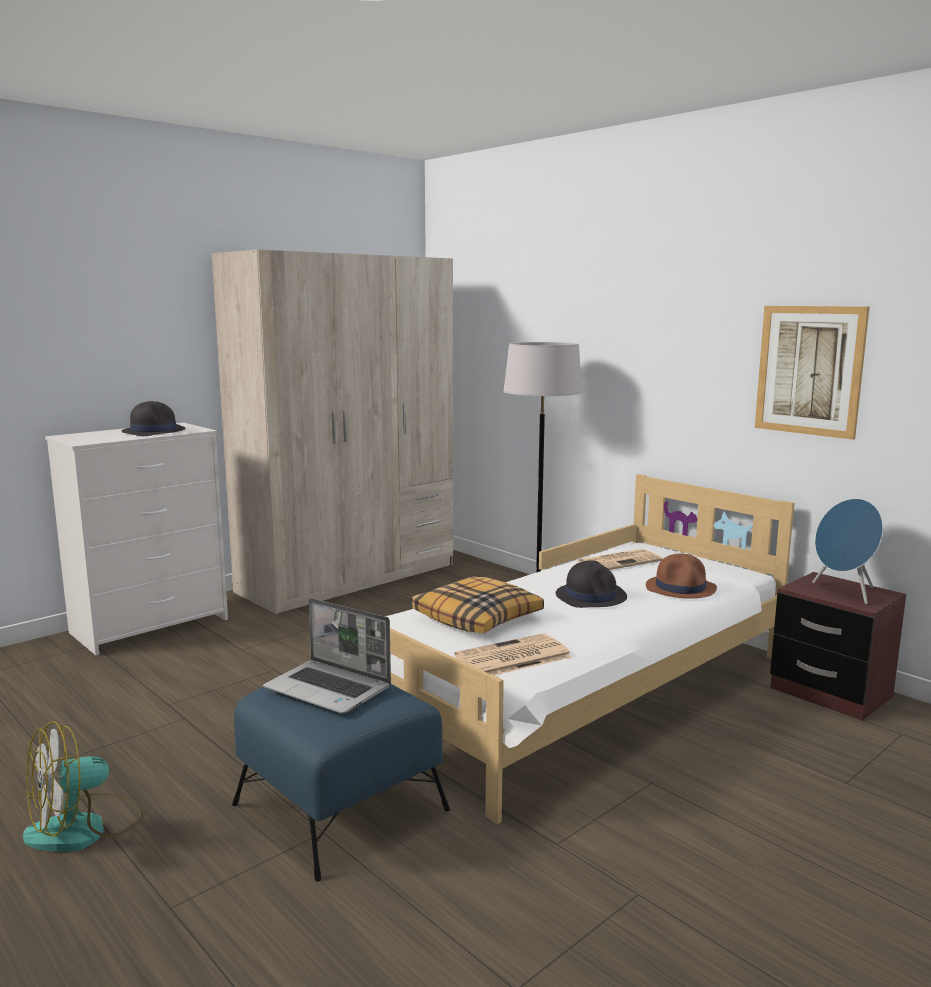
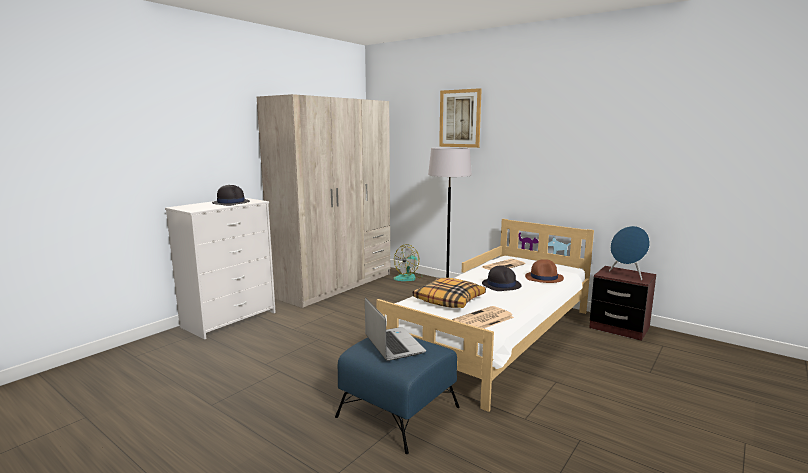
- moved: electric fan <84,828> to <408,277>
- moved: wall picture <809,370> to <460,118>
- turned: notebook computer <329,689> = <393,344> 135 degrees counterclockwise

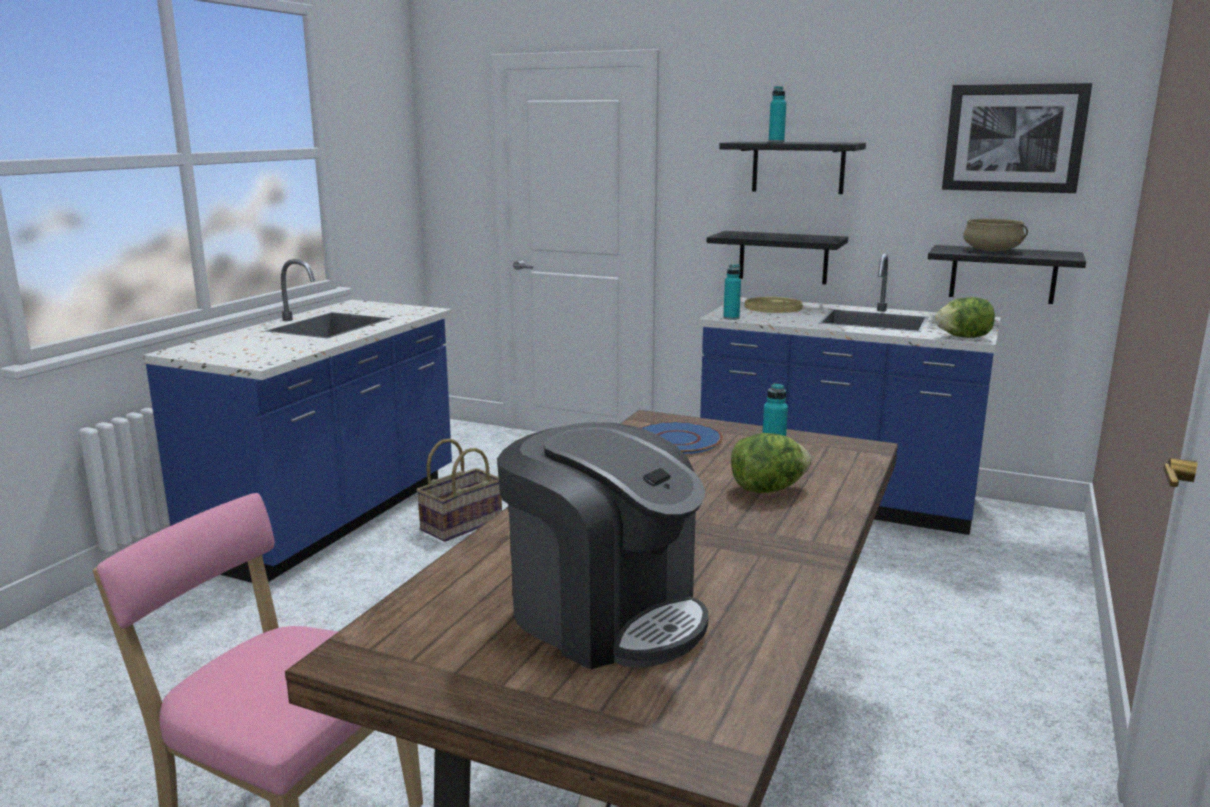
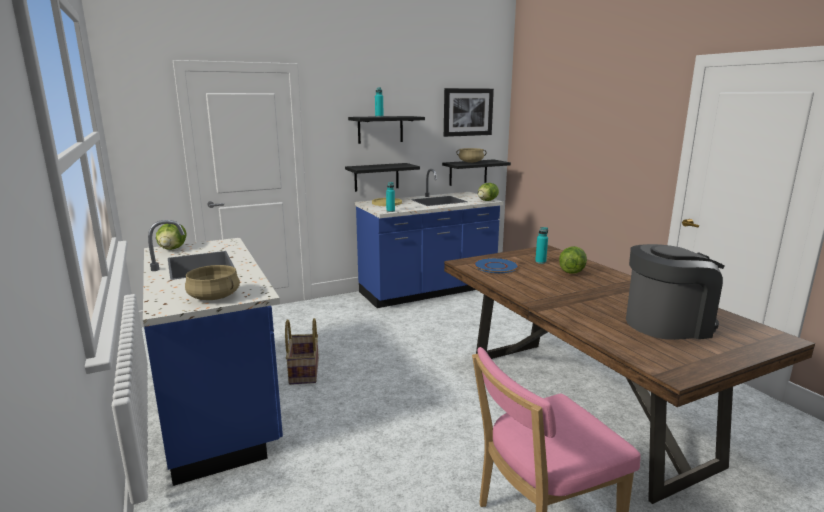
- added: head of lettuce <172,249>
- added: saucepot (beige-coloured) <214,297>

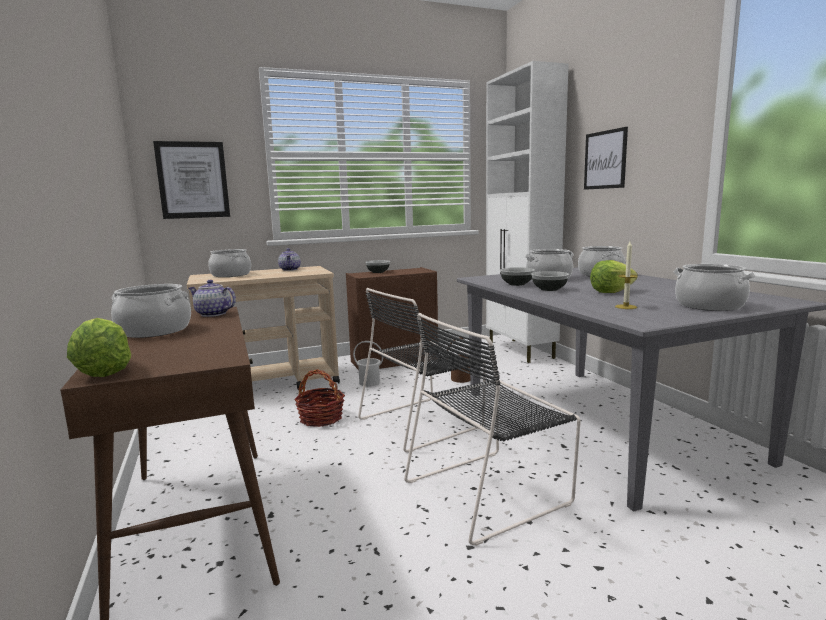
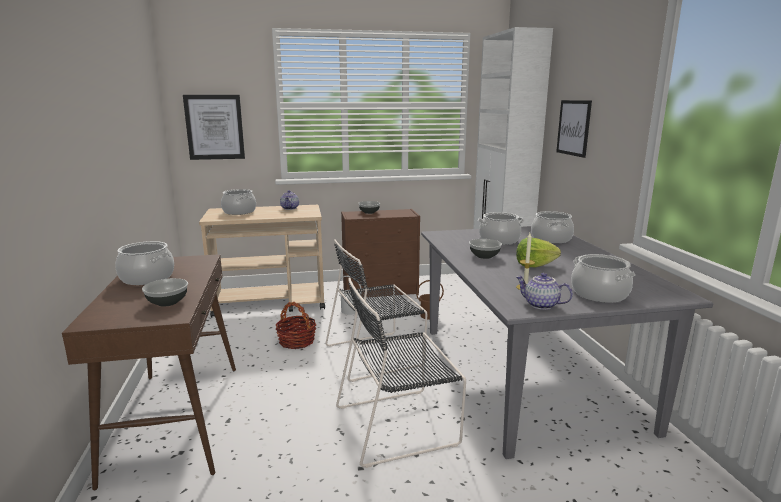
- removed: head of lettuce <104,371>
- moved: tea pot <212,314> to <540,305>
- moved: bowl <516,284> to <167,302>

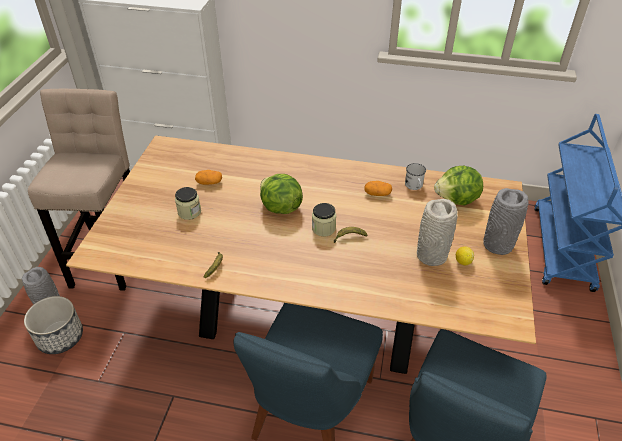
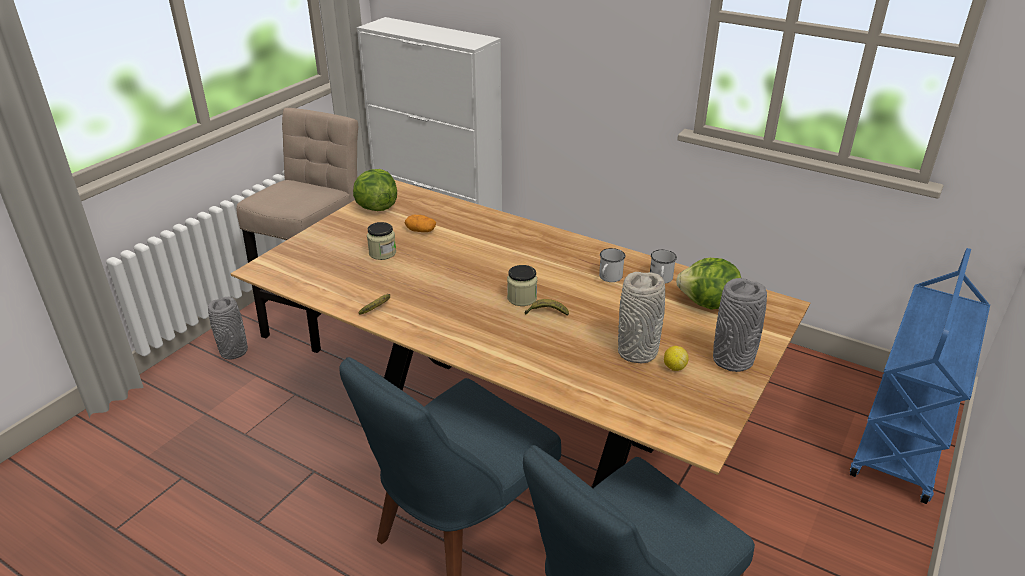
- removed: flower pot <60,337>
- moved: head of lettuce <280,207> to <376,207>
- replaced: spud <377,194> to coffee mug (white-coloured) <609,278>

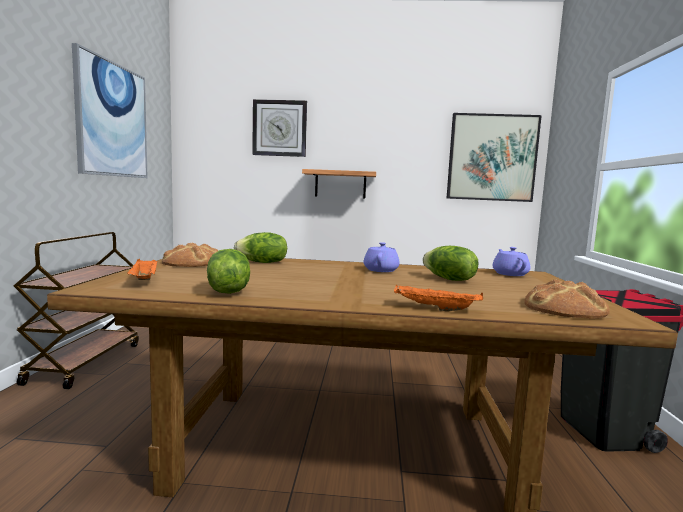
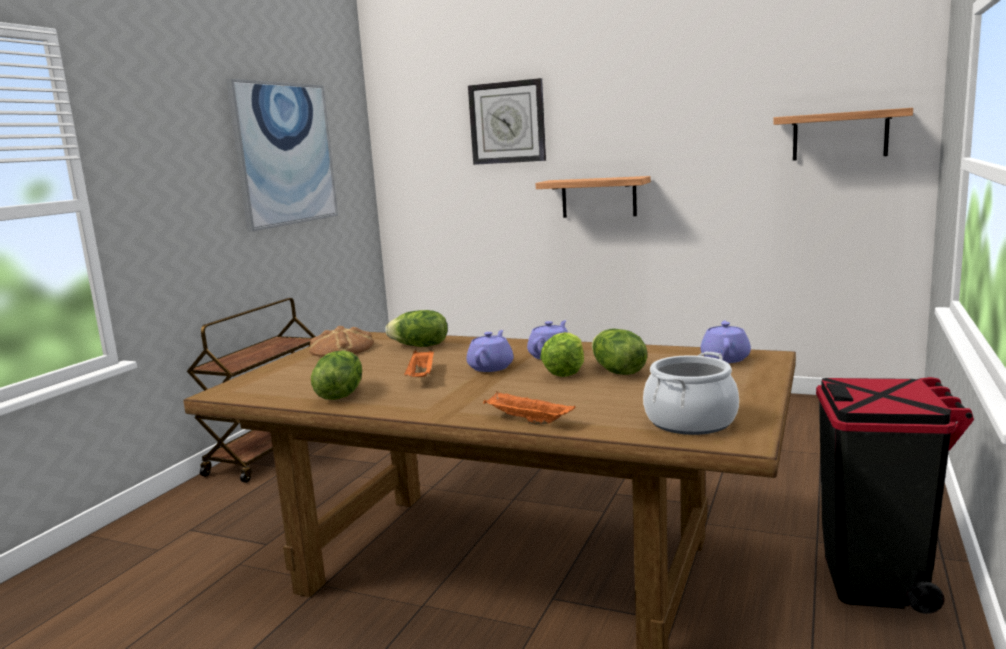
- added: tea pot (purple-coloured) <491,367>
- added: head of lettuce <565,372>
- moved: tray (orangey) <145,280> to <422,377>
- replaced: wall picture <492,158> to bracket shelf <840,135>
- replaced: bakery bread <565,308> to saucepot <691,421>

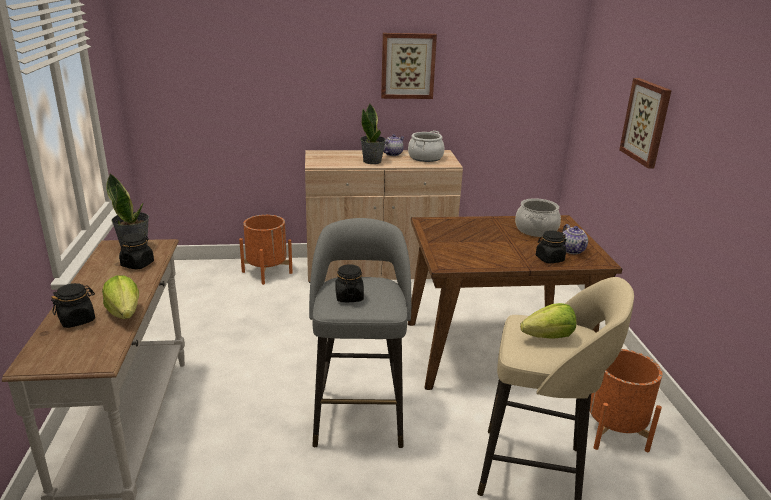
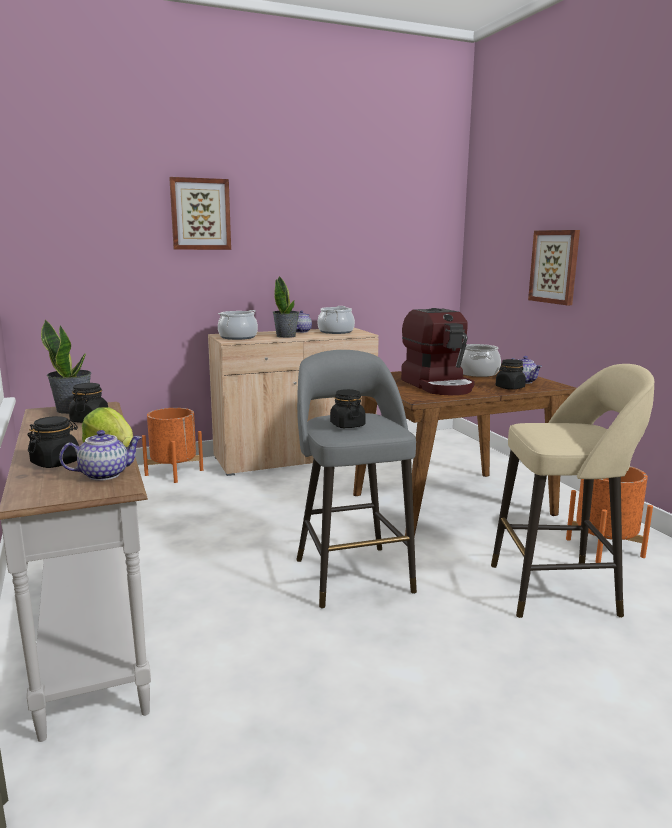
- removed: head of lettuce <548,337>
- added: tea pot <104,474>
- added: saucepot <238,337>
- added: coffee machine <438,385>
- moved: wall picture <408,66> to <200,214>

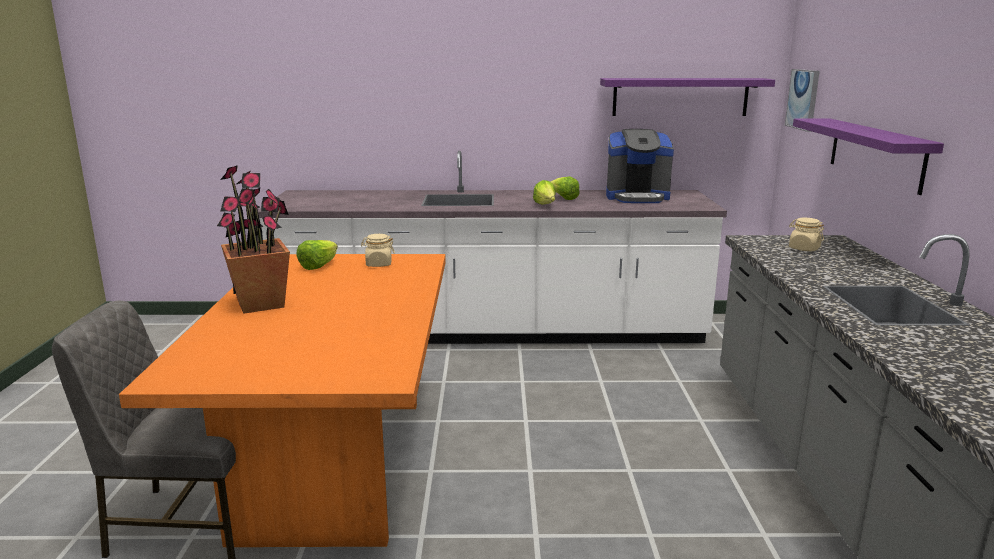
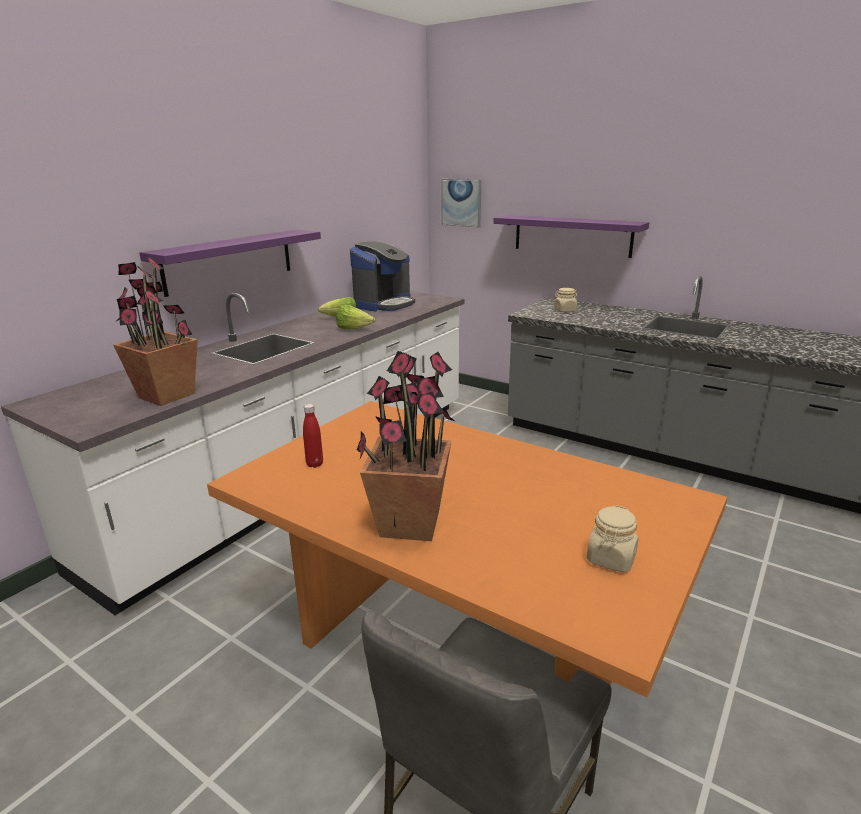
- added: plant in a pot <166,396>
- moved: storage jar (beige-coloured) <378,264> to <611,559>
- moved: bracket shelf (purple-coloured) <680,97> to <230,261>
- replaced: head of lettuce <318,266> to beverage bottle (red-coloured) <314,464>

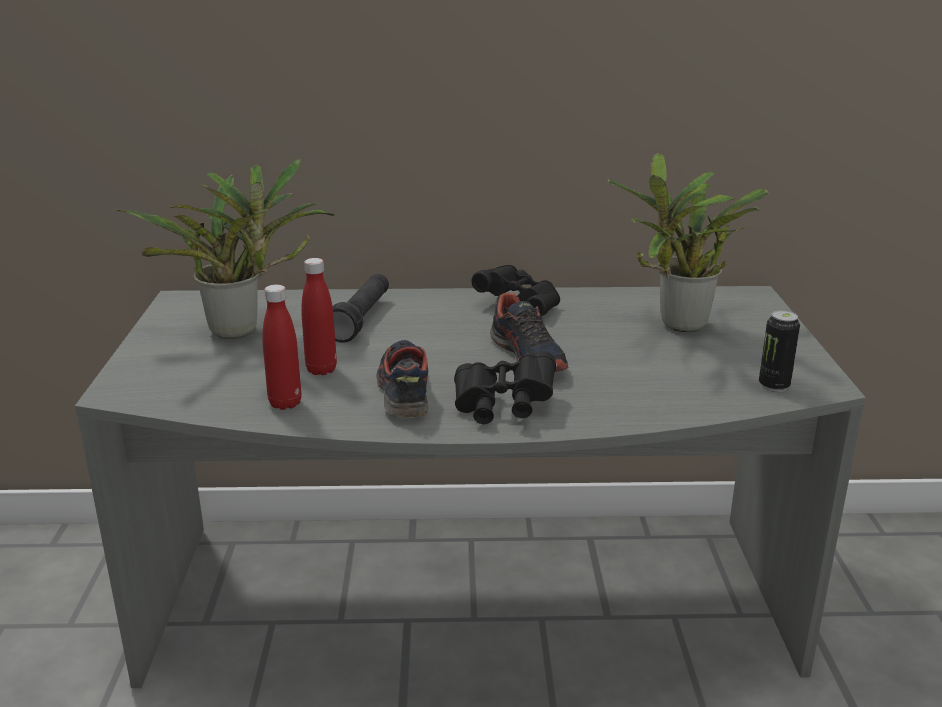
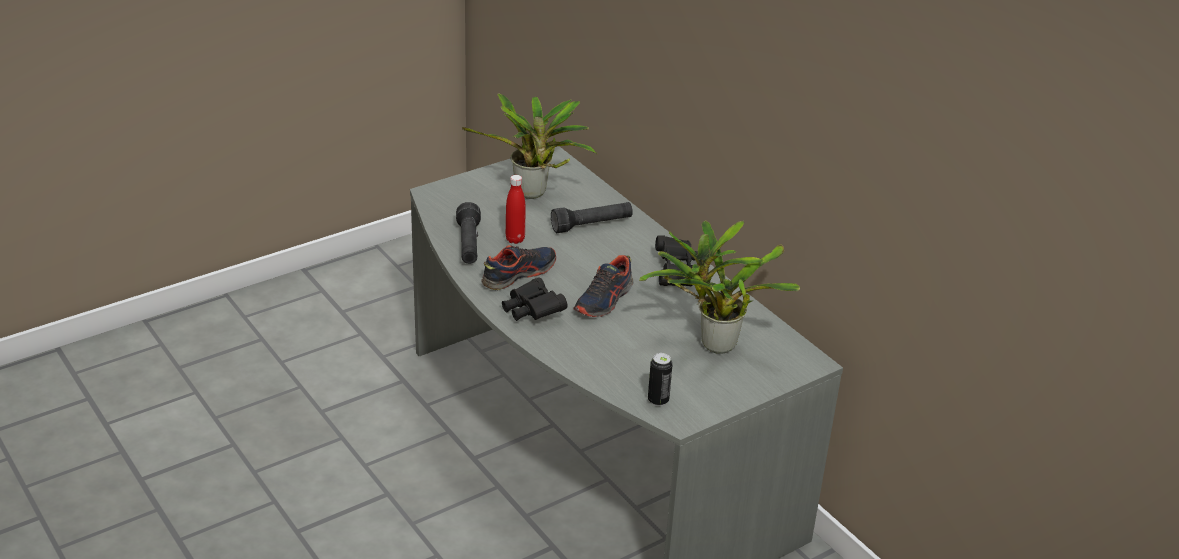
- replaced: beverage bottle (red-coloured) <285,403> to flashlight (black-coloured) <468,244>

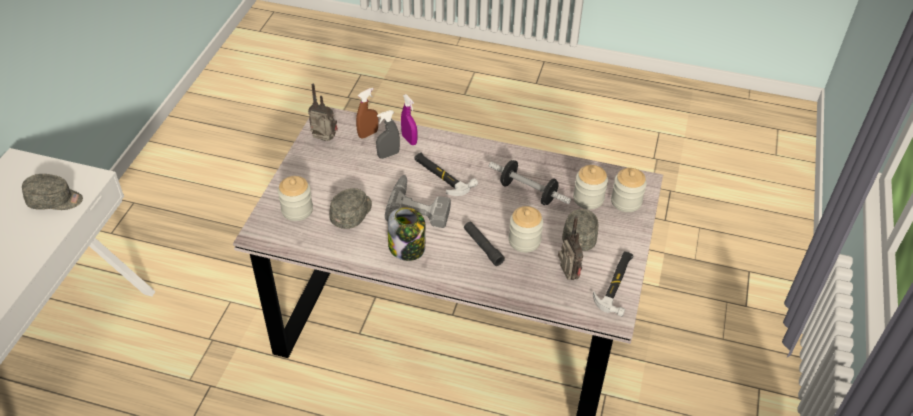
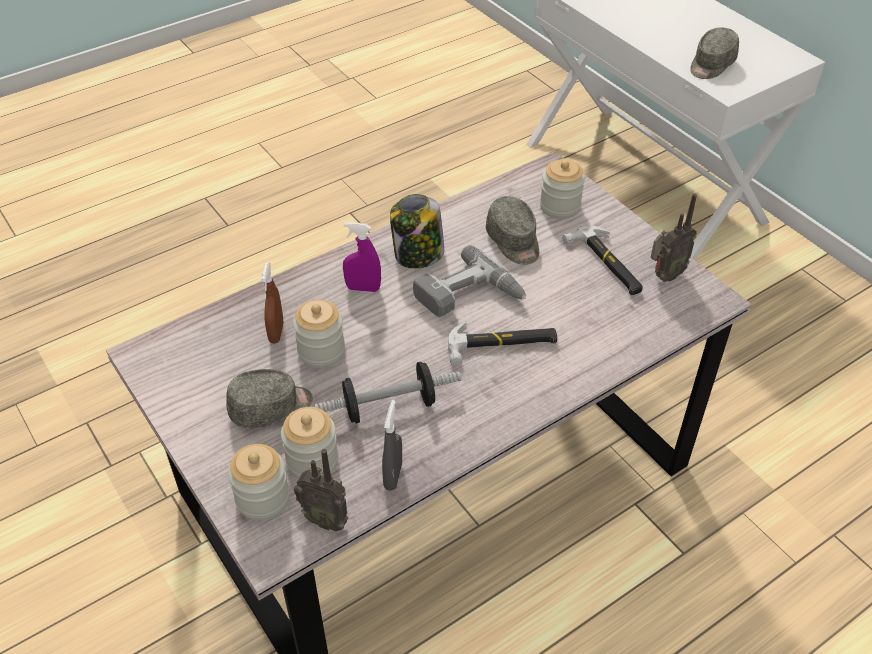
- removed: flashlight (black-coloured) <483,247>
- moved: spray bottle (brown) <368,134> to <276,332>
- moved: spray bottle (gray) <388,155> to <393,476>
- moved: spray bottle (purple-coloured) <409,140> to <363,288>
- moved: radio set <567,276> to <326,519>
- moved: hammer <617,284> to <606,264>
- turned: cap (gray) <580,234> = <271,407> 75 degrees counterclockwise

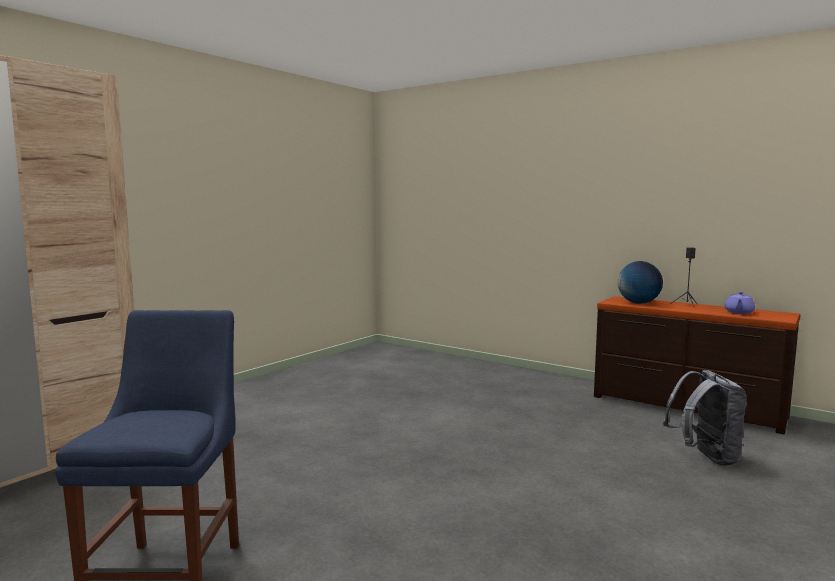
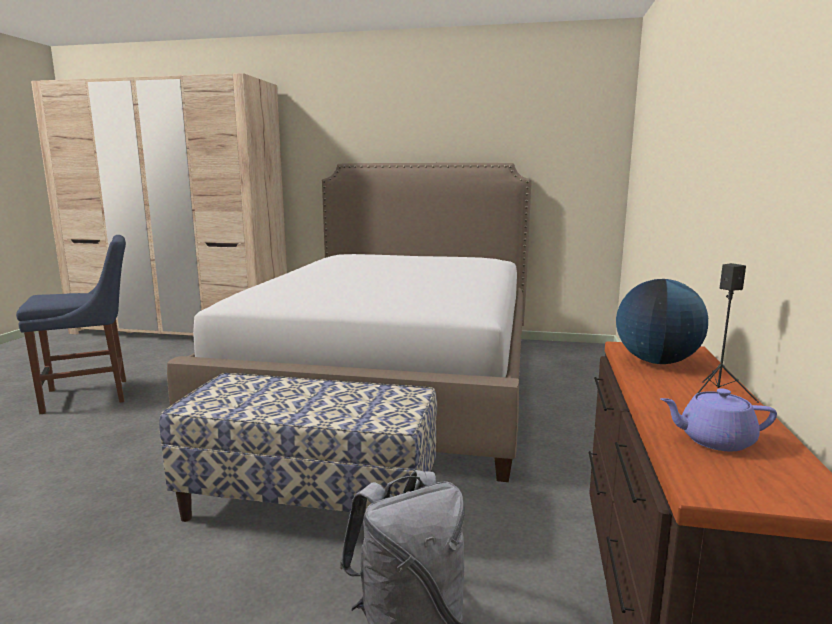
- added: long seat <311,504>
- added: bedroom bed <393,381>

